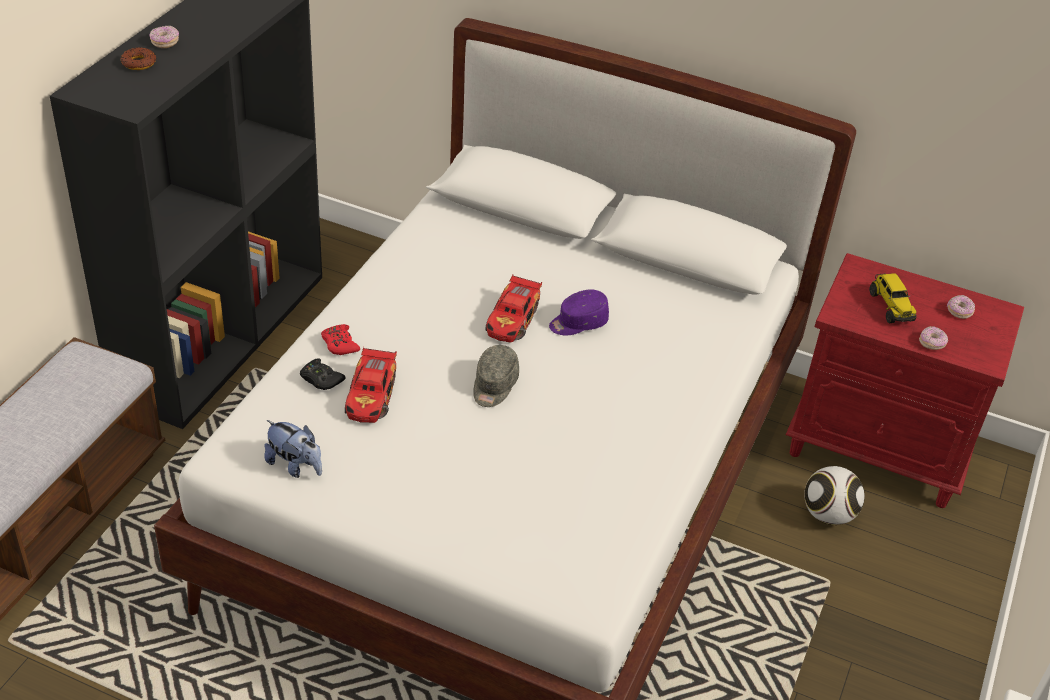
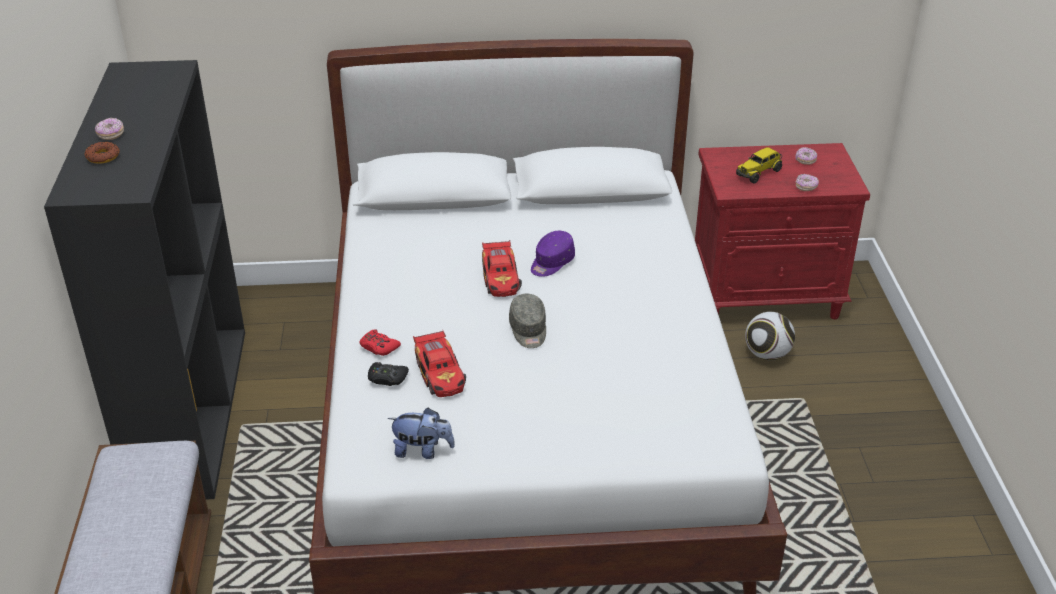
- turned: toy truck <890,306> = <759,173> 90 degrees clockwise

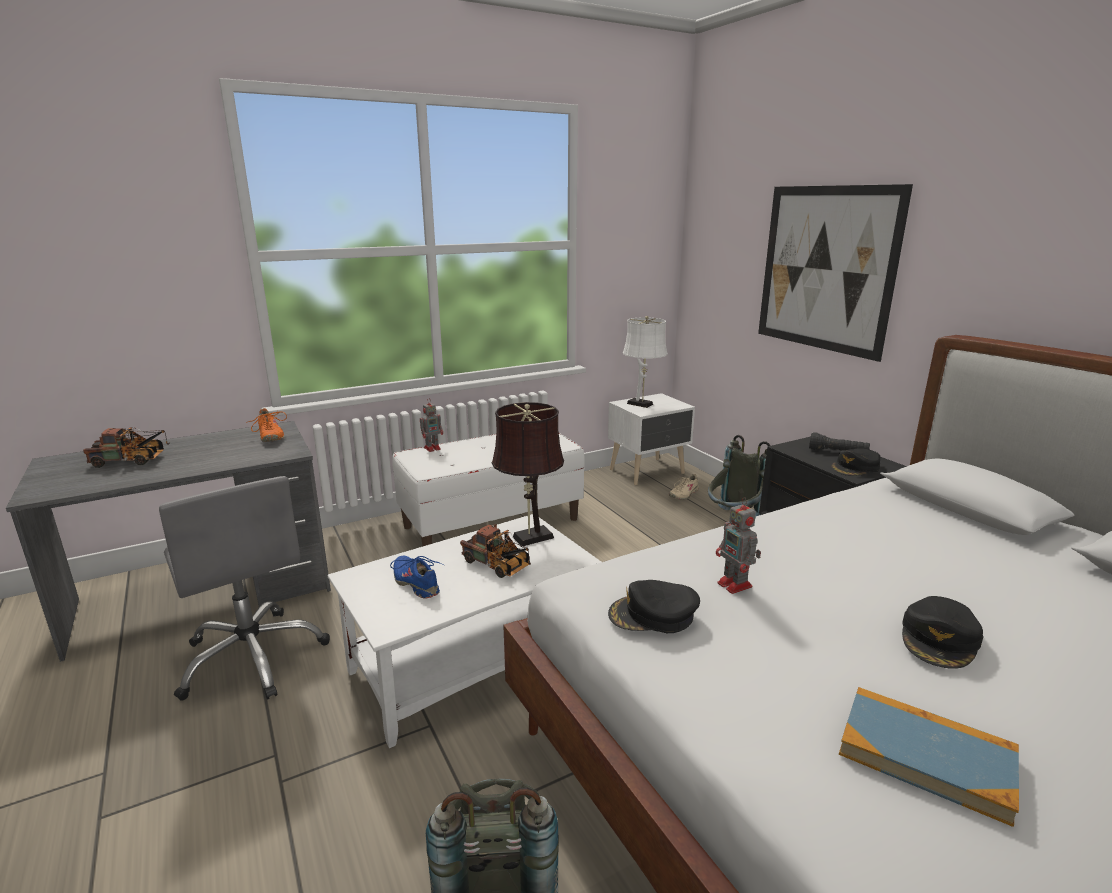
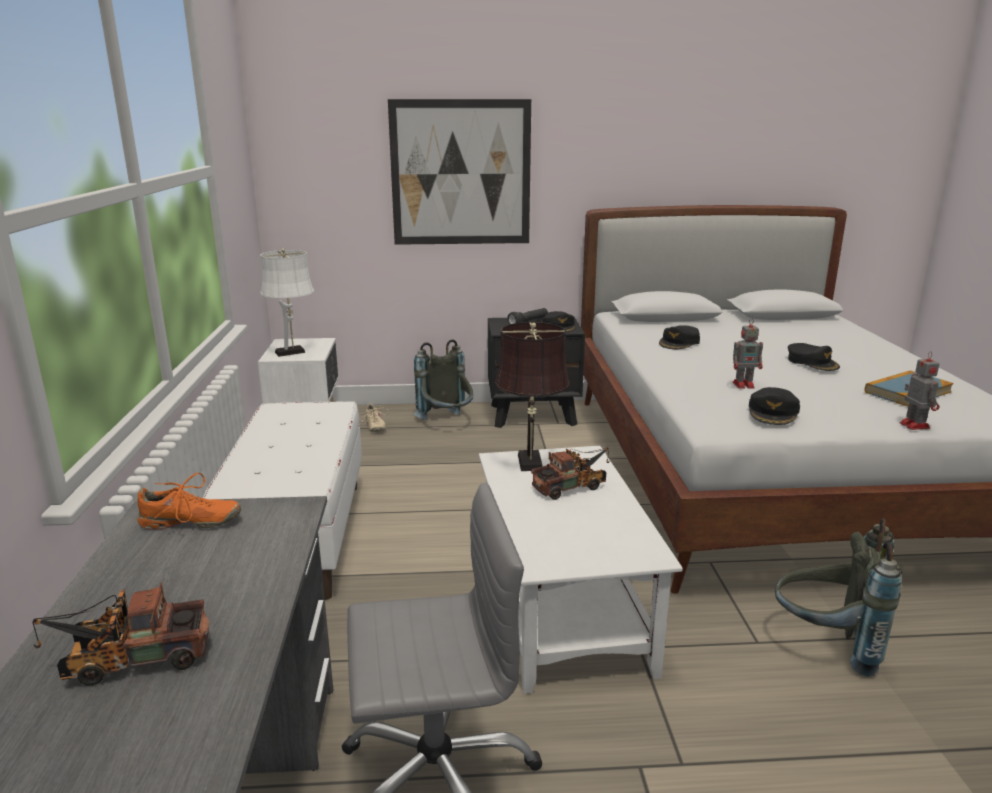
- removed: low shoe (blue) <416,583>
- added: cap (black-coloured) <679,343>
- moved: toy robot <433,448> to <913,425>
- turned: toy truck <132,461> = <129,660> 120 degrees counterclockwise

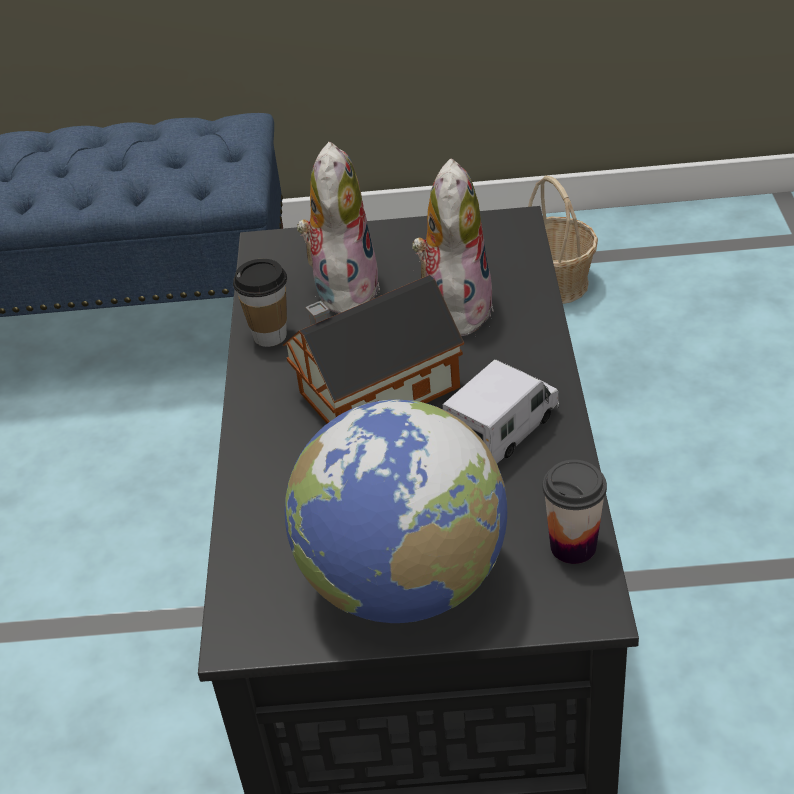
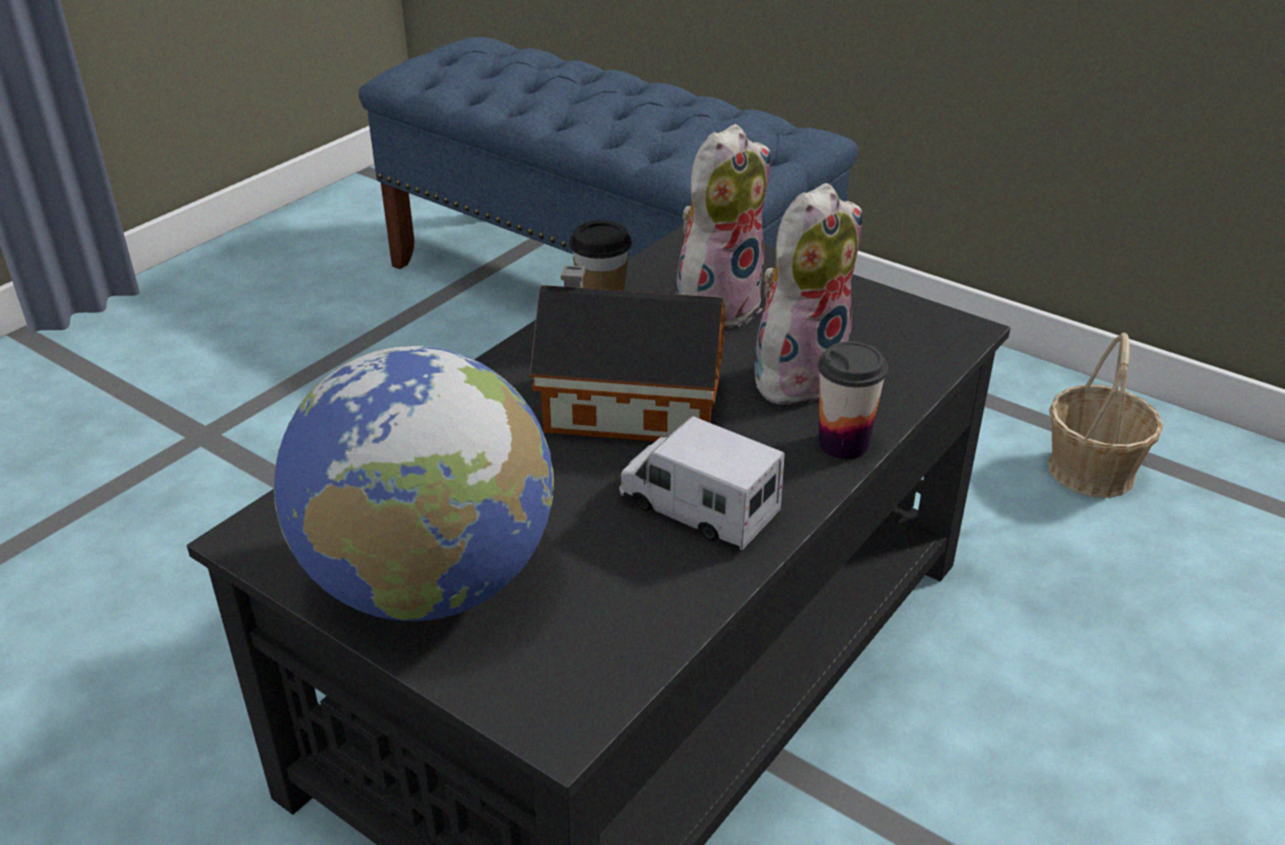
- moved: drinking cup <573,546> to <843,444>
- turned: toy truck <503,430> = <698,507> 135 degrees counterclockwise

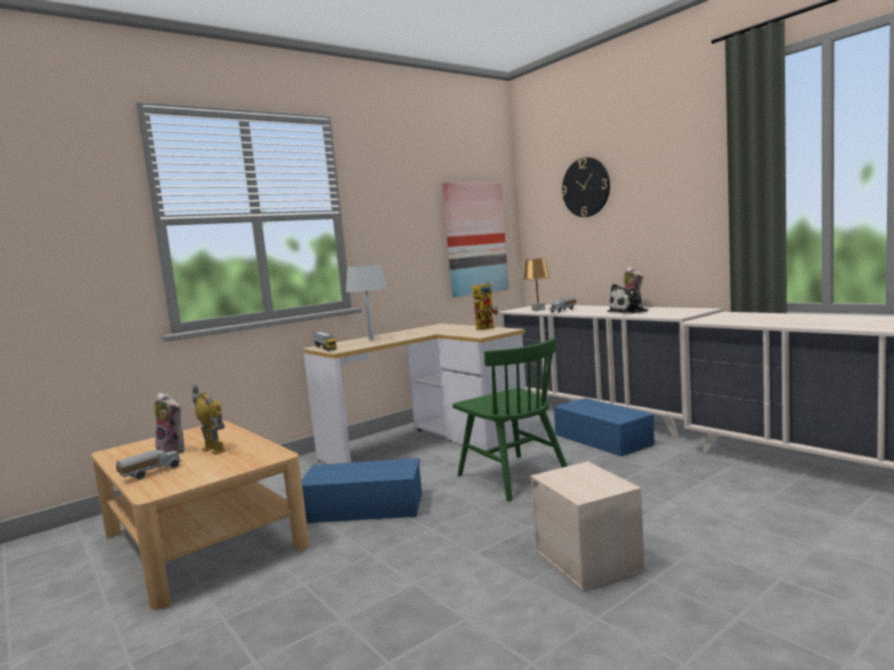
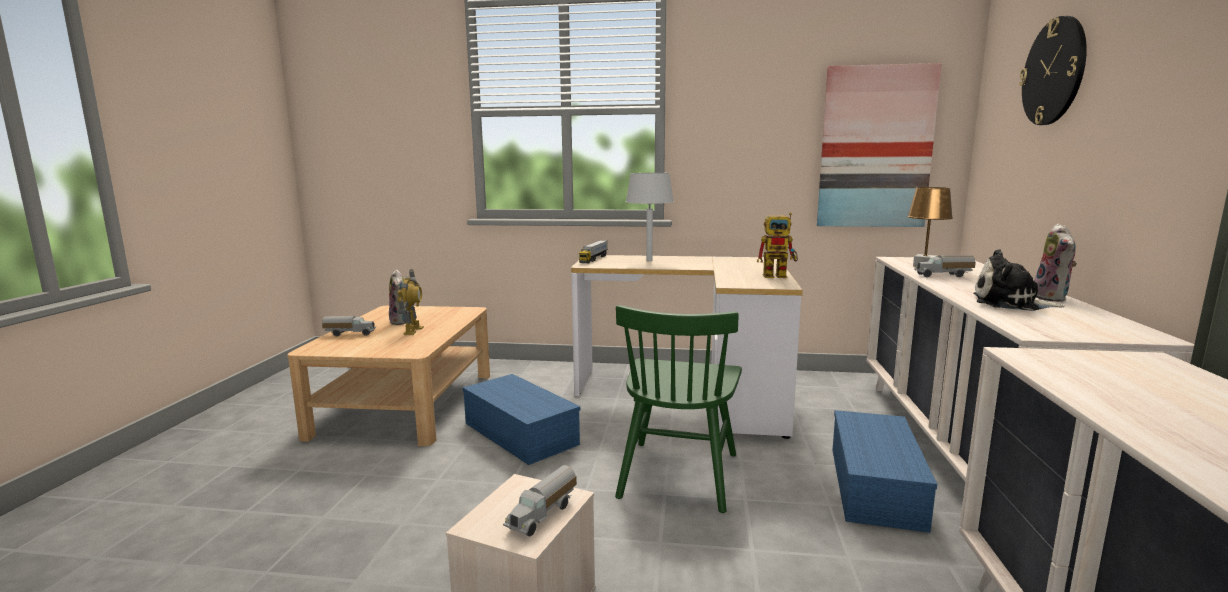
- added: toy truck <543,515>

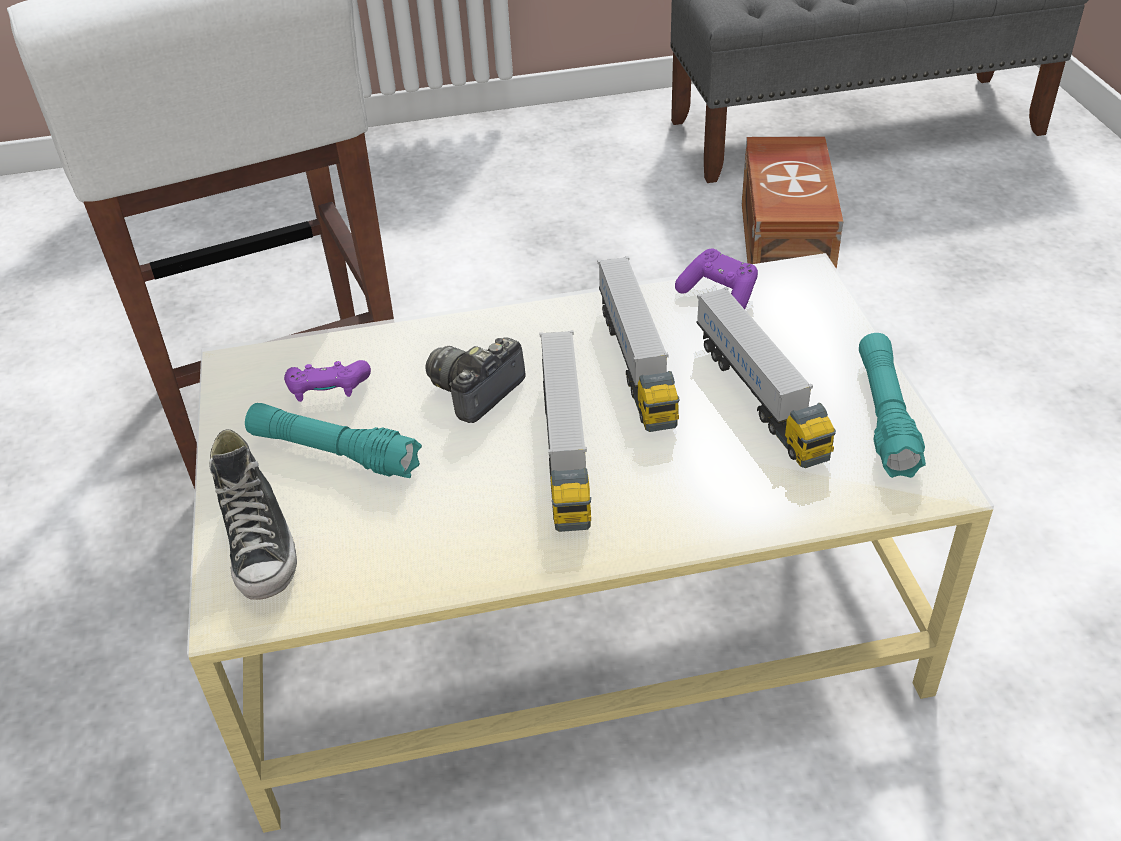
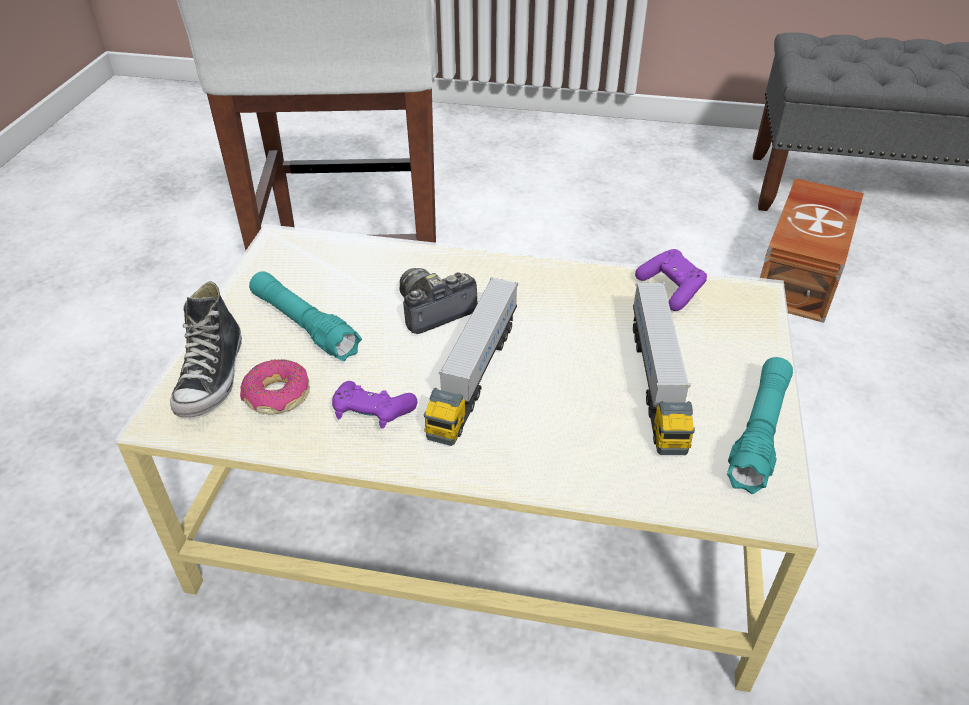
- removed: toy truck <636,362>
- added: ring doughnut <277,395>
- moved: gamepad (purple-coloured) <328,393> to <372,415>

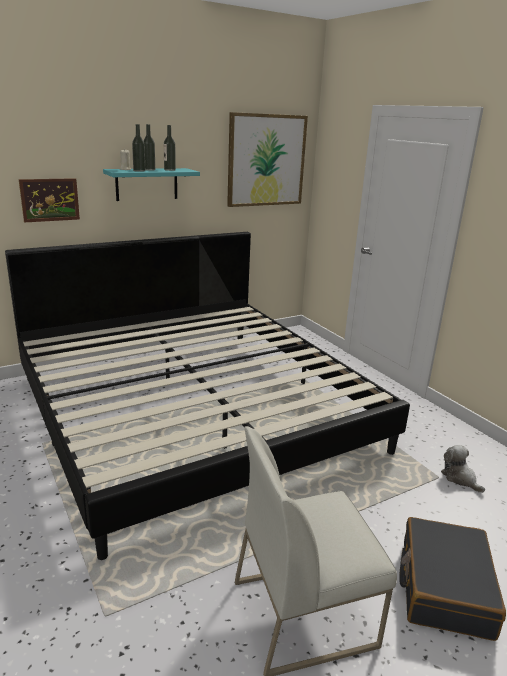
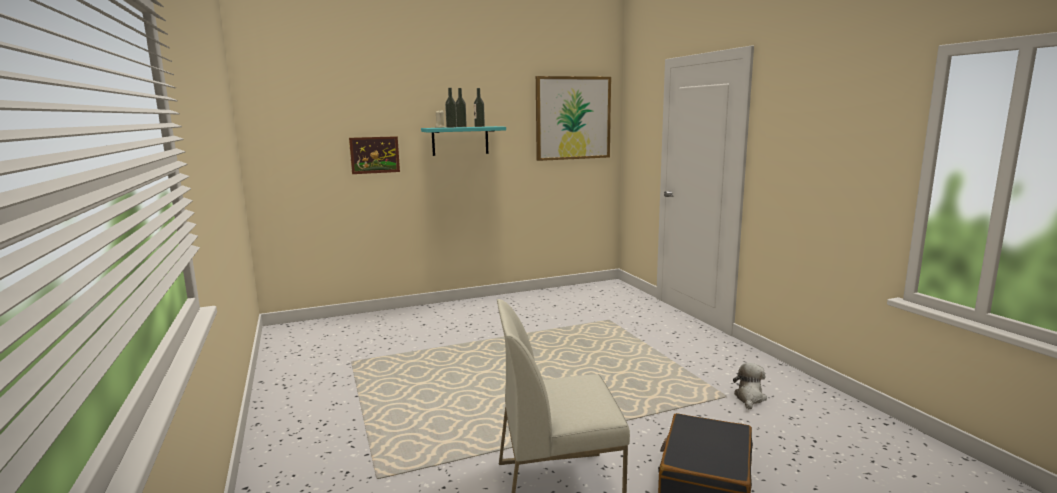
- removed: bedroom bed <194,412>
- turned: cuddly toy <460,478> = <749,398> 45 degrees clockwise

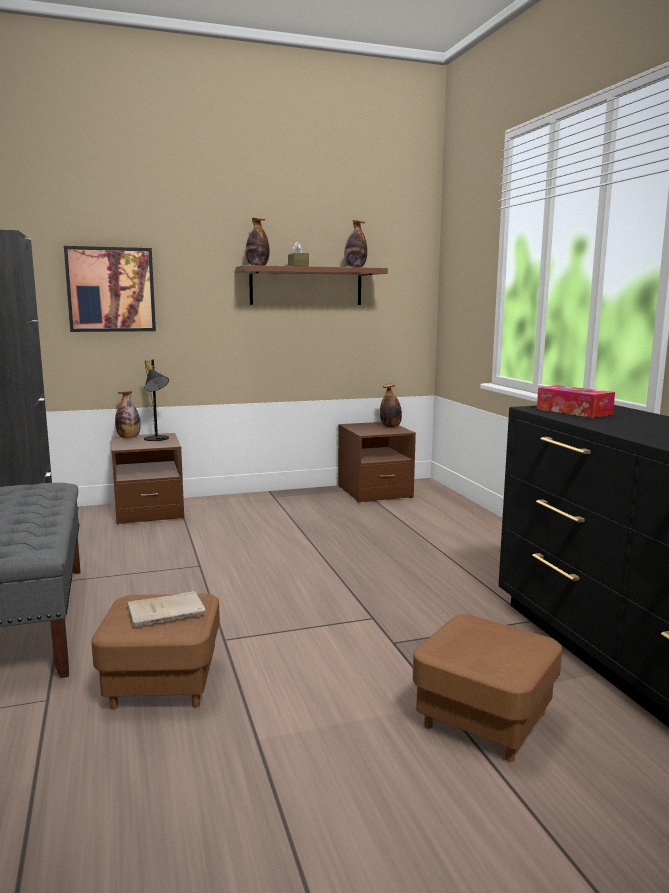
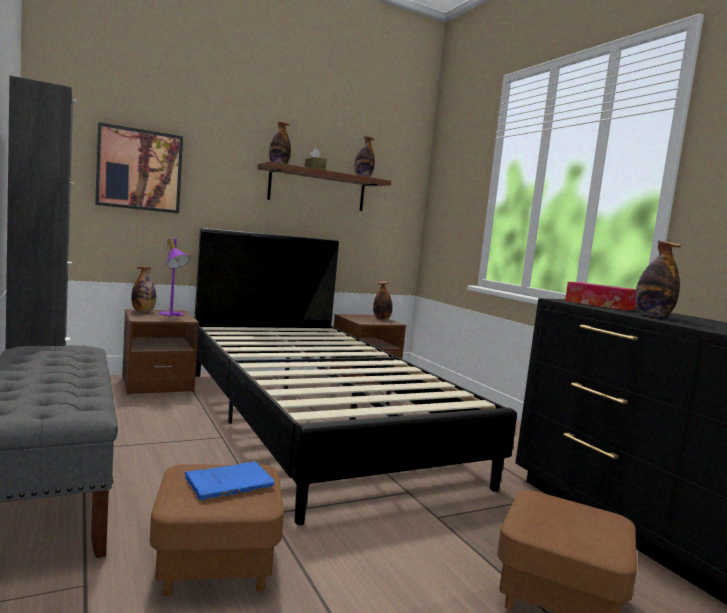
- added: bedroom bed (black-coloured) <314,420>
- added: beverage bottle <652,316>
- recoloured: bound book (beige-coloured) <168,611> to bound book (blue) <231,483>
- recoloured: tabletop lamp (black-coloured) <157,439> to tabletop lamp (purple-coloured) <172,314>

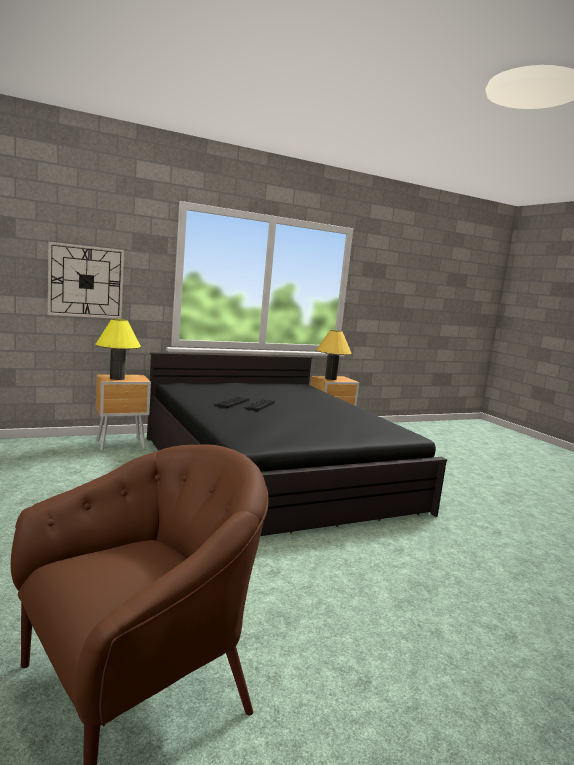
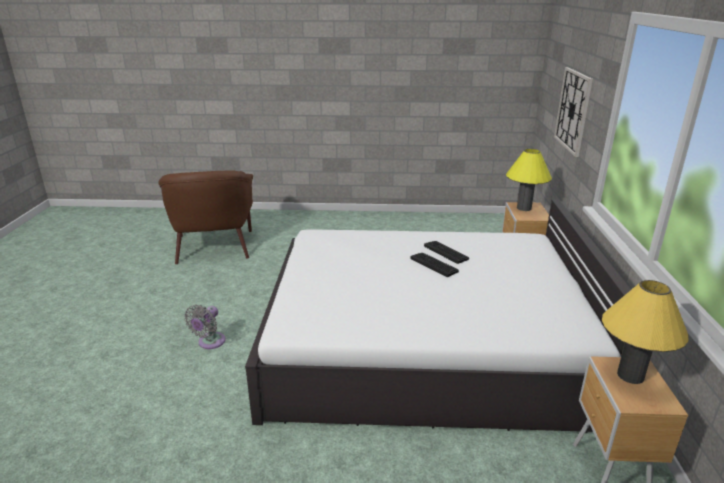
- added: electric fan (gray) <210,343>
- recoloured: bedroom bed (black-coloured) <273,472> to bedroom bed (white-coloured) <425,345>

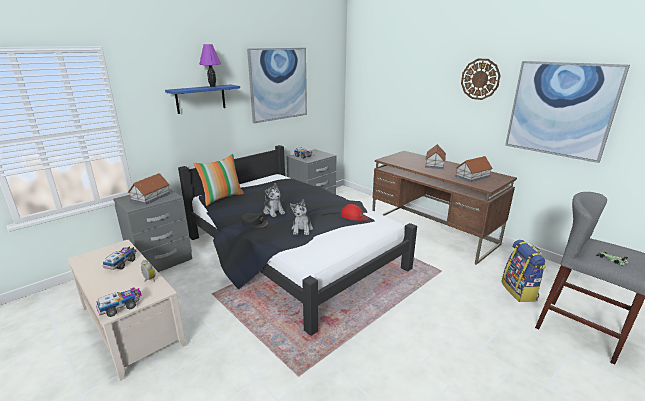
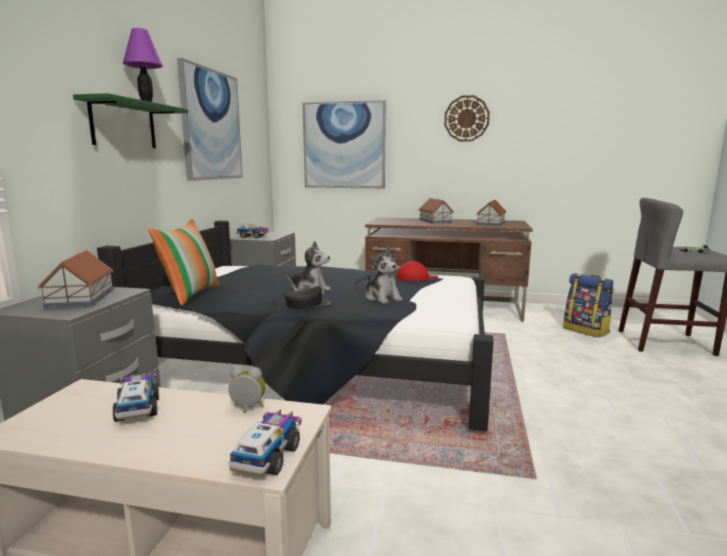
- moved: wall picture <560,109> to <344,145>
- recoloured: bracket shelf (blue) <201,99> to bracket shelf (green) <123,125>

